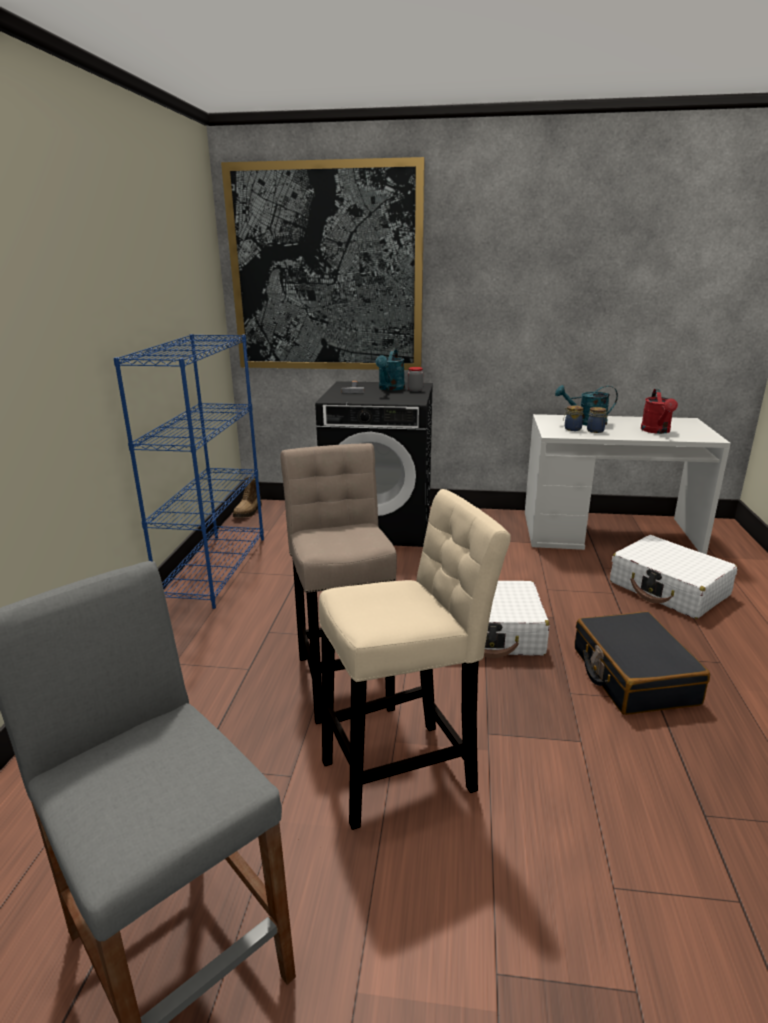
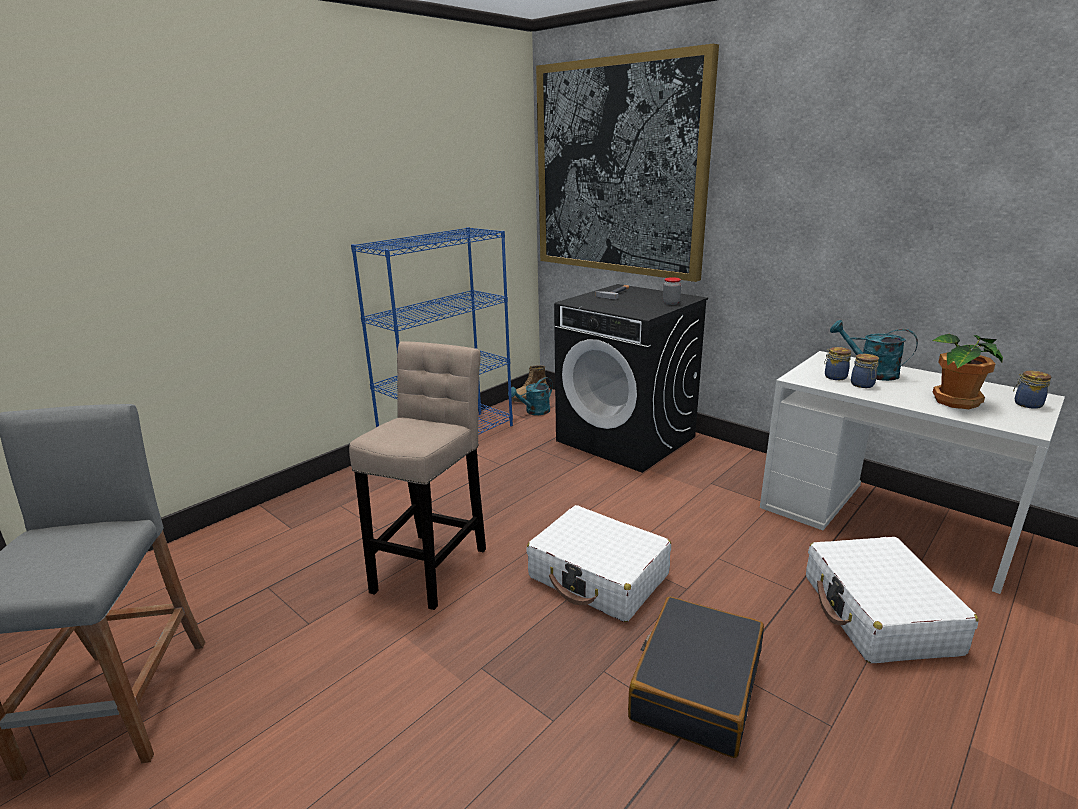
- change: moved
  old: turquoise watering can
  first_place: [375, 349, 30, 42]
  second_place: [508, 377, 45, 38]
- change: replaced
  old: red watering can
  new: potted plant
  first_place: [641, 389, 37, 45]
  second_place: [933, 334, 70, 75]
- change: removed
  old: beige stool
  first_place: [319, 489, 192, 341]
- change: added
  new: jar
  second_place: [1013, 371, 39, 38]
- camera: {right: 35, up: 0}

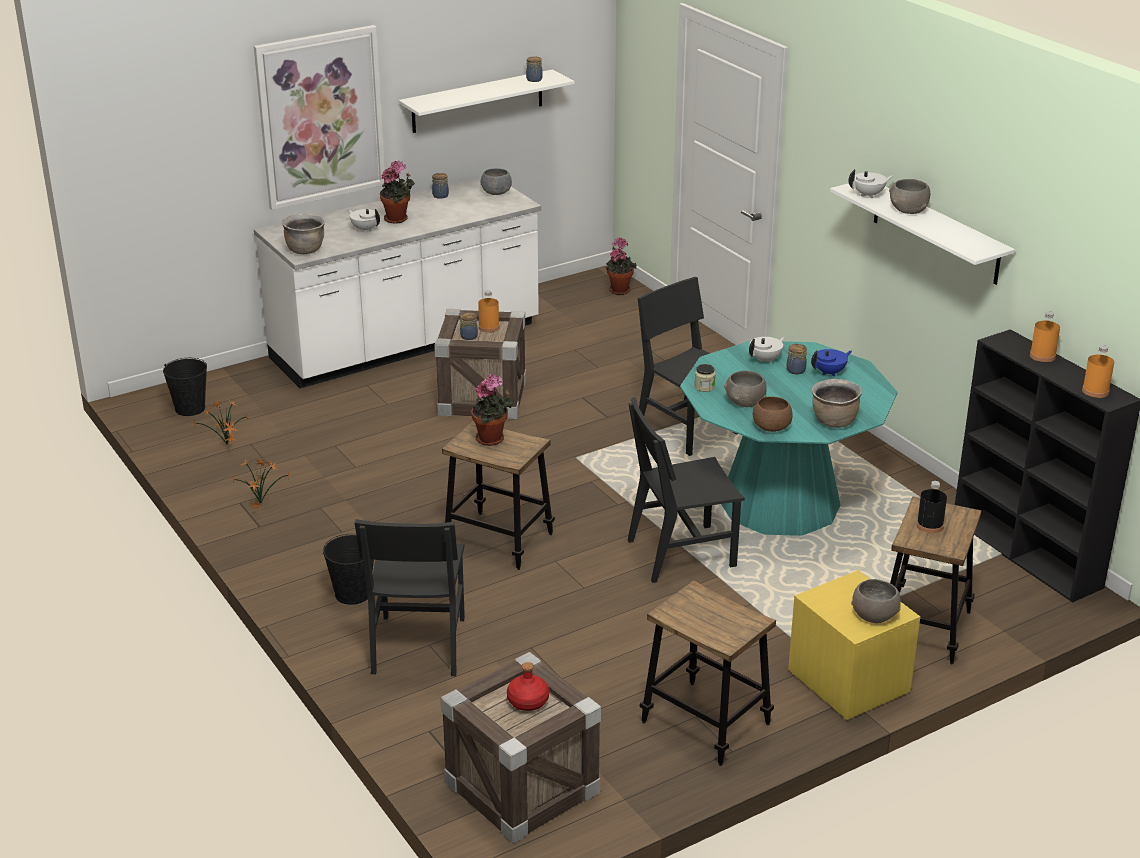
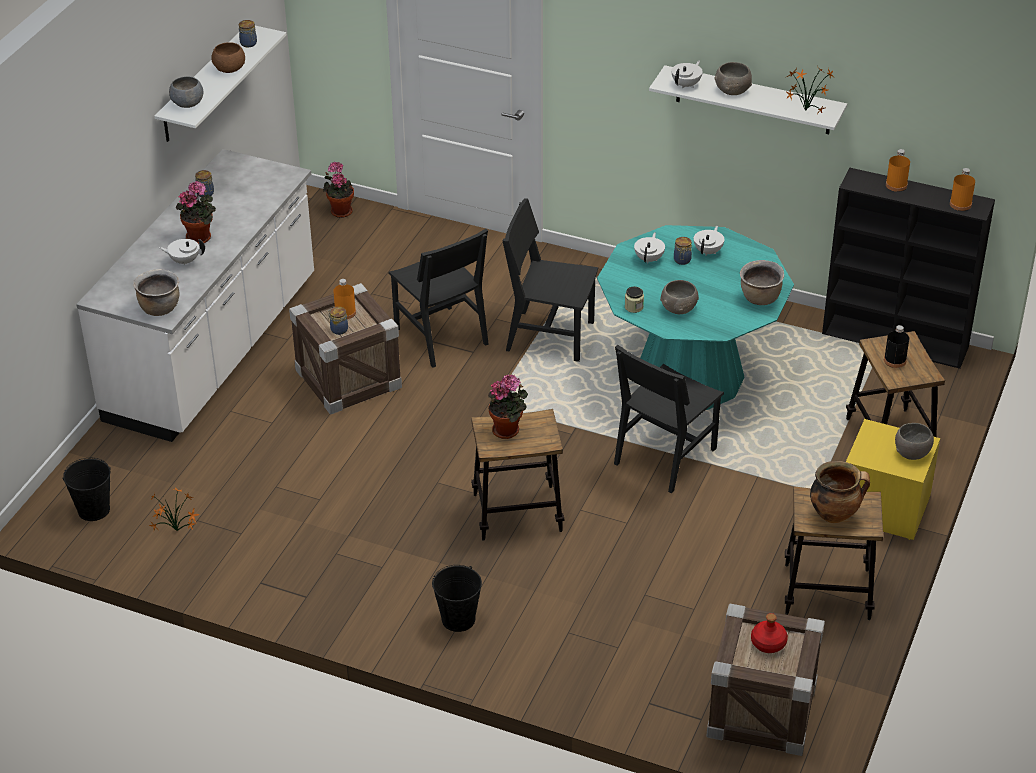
- change: removed
  old: picture
  first_place: [254, 25, 131, 185]
- change: moved
  old: grey bowl
  first_place: [481, 168, 31, 27]
  second_place: [169, 76, 35, 32]
- change: recoloured
  old: blue teapot
  new: white teapot
  first_place: [811, 349, 41, 28]
  second_place: [694, 226, 30, 30]
- change: moved
  old: brown bowl
  first_place: [753, 397, 40, 35]
  second_place: [211, 42, 34, 31]
- change: moved
  old: potted plant
  first_place: [232, 458, 59, 51]
  second_place: [785, 65, 49, 49]
- change: moved
  old: black chair
  first_place: [355, 519, 110, 157]
  second_place: [388, 229, 101, 139]
- change: added
  new: cooking pot
  second_place: [810, 461, 60, 62]
- camera: {right: -35, up: 10}

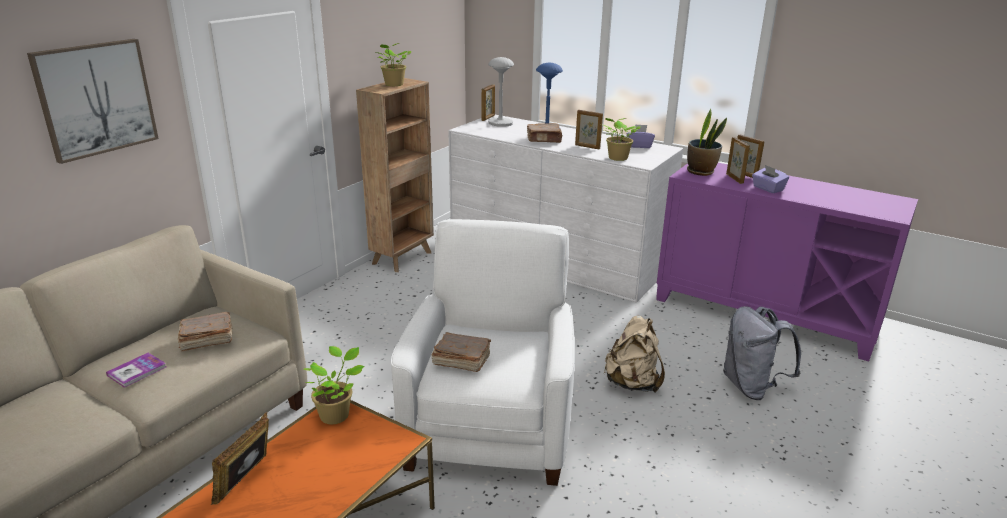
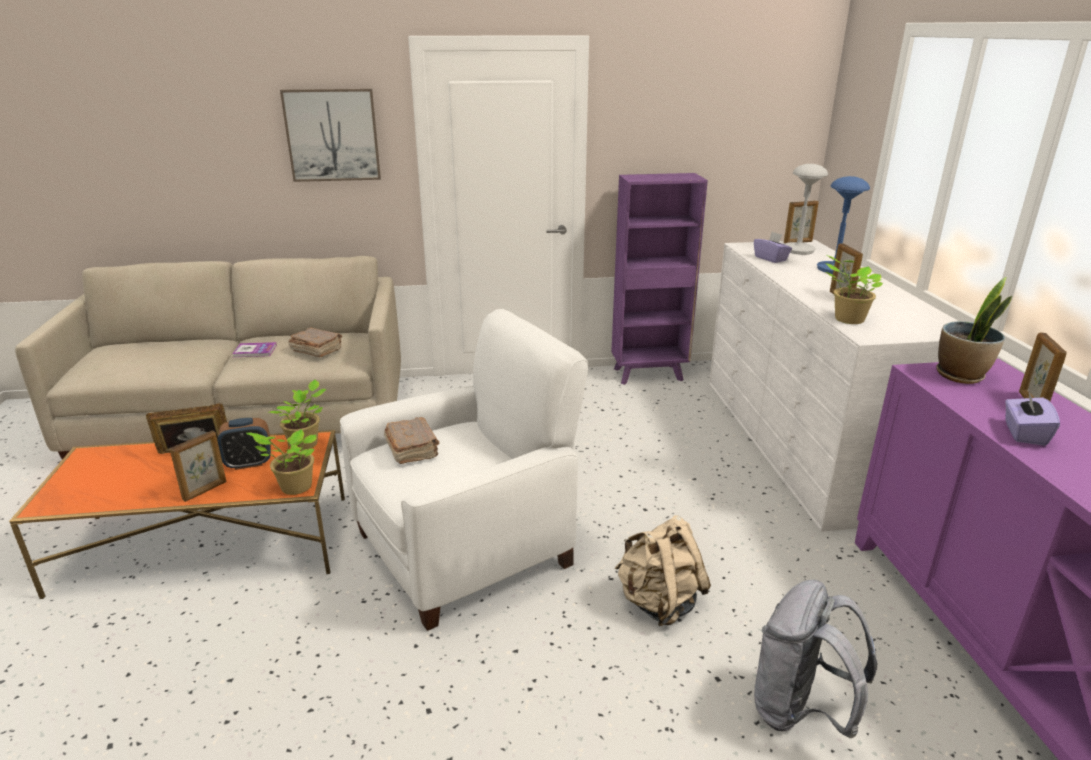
- change: moved
  old: potted plant
  first_place: [376, 43, 35, 43]
  second_place: [246, 429, 71, 66]
- change: recoloured
  old: brown bookcase
  new: purple bookcase
  first_place: [356, 78, 78, 194]
  second_place: [611, 173, 97, 212]
- change: removed
  old: brown book
  first_place: [527, 123, 35, 20]
- change: moved
  old: purple tissue box
  first_place: [626, 124, 29, 24]
  second_place: [754, 232, 38, 31]
- change: moved
  old: picture frame
  first_place: [726, 137, 24, 47]
  second_place: [170, 430, 57, 72]
- change: added
  new: alarm clock
  second_place: [217, 418, 54, 52]
- camera: {right: 50, up: 0}

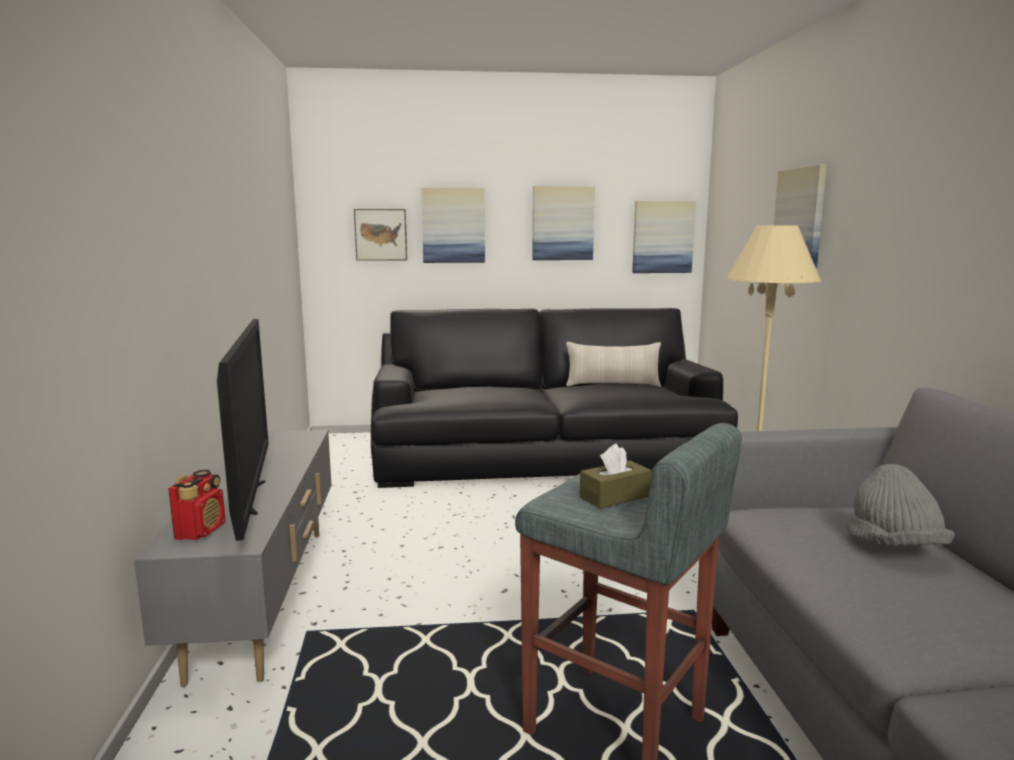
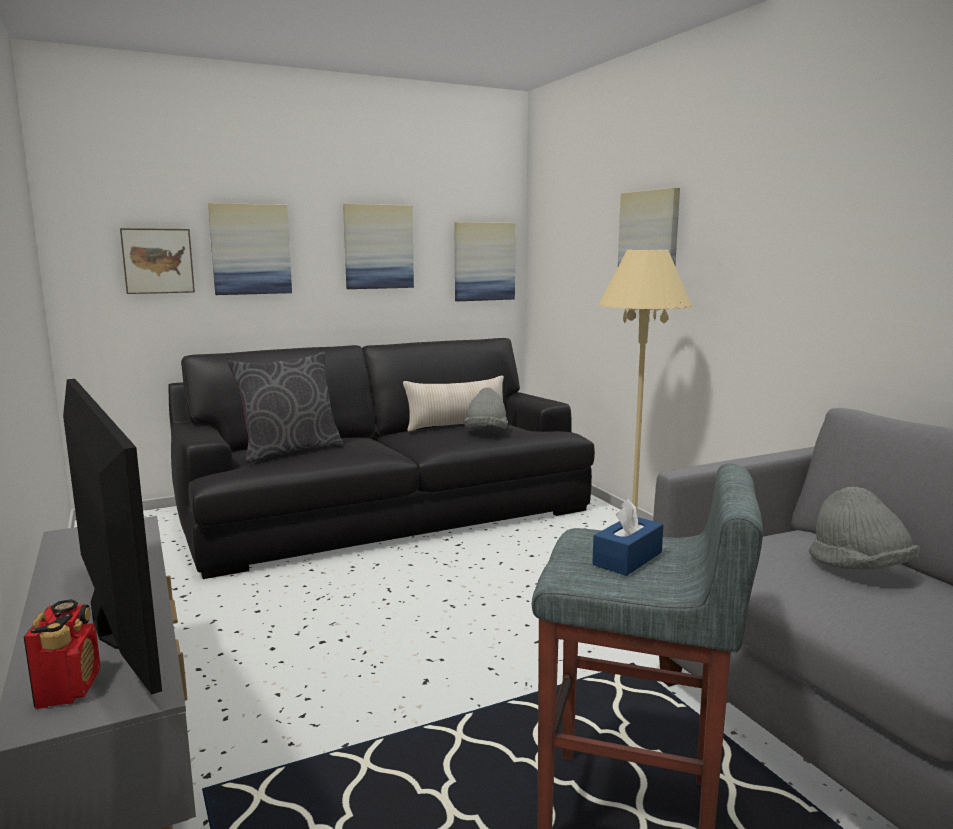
- change: recoloured
  old: brown tissue box
  new: blue tissue box
  first_place: [580, 444, 72, 65]
  second_place: [592, 499, 71, 77]
- change: added
  new: grey pillow
  second_place: [228, 351, 115, 112]
- change: added
  new: grey hat
  second_place: [464, 387, 43, 42]
- camera: {right: -20, up: 0}

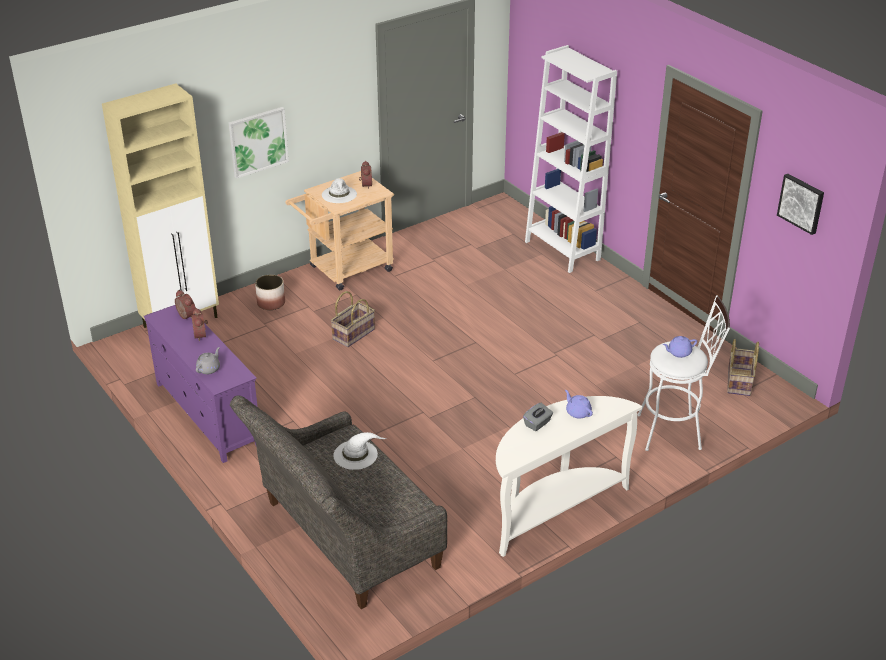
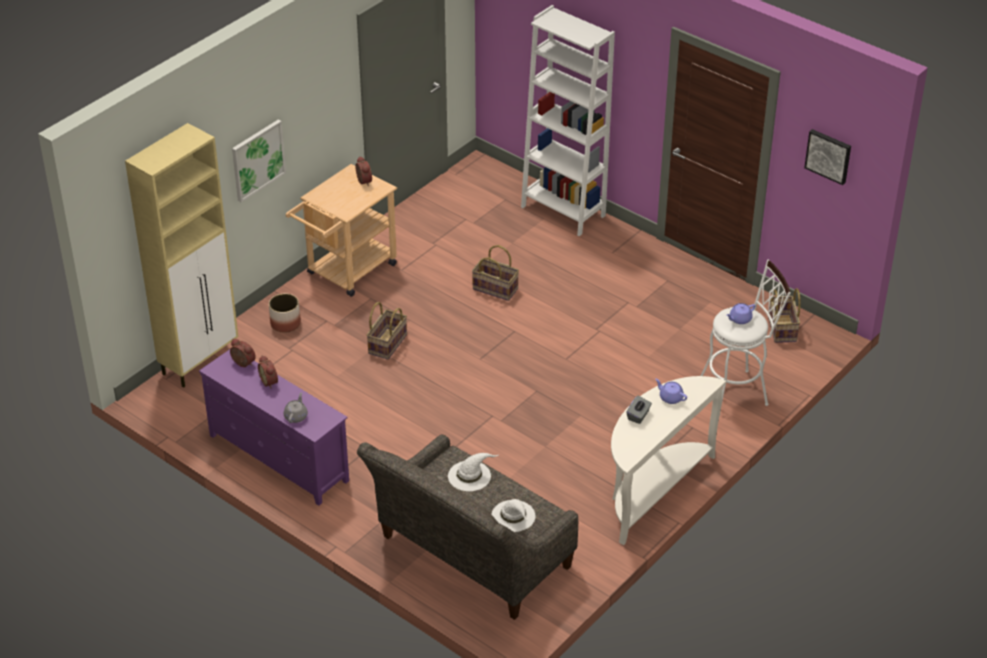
- change: moved
  old: white hat
  first_place: [322, 178, 35, 25]
  second_place: [491, 499, 45, 33]
- change: added
  new: basket
  second_place: [472, 245, 47, 56]
- camera: {right: -15, up: 5}

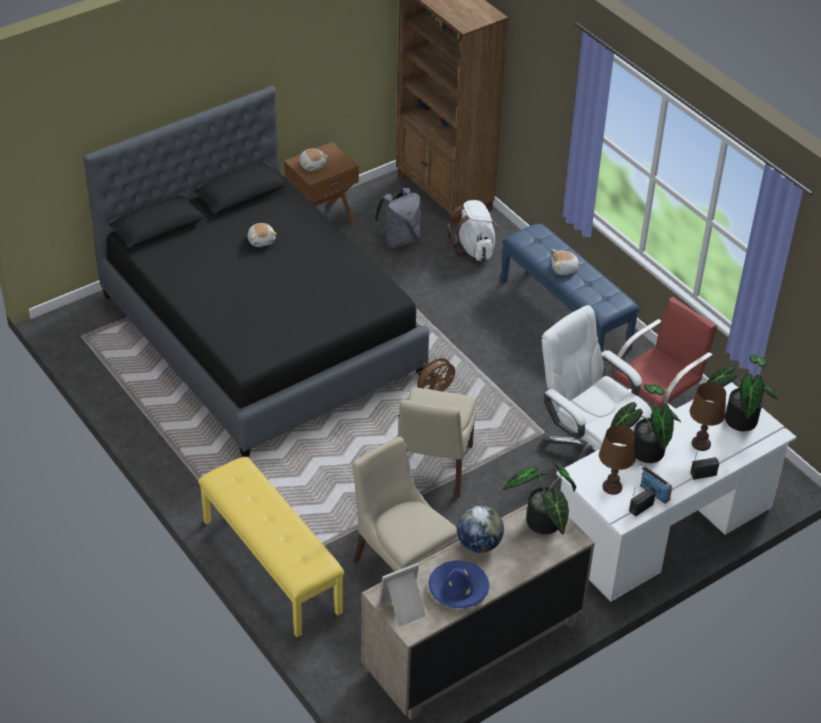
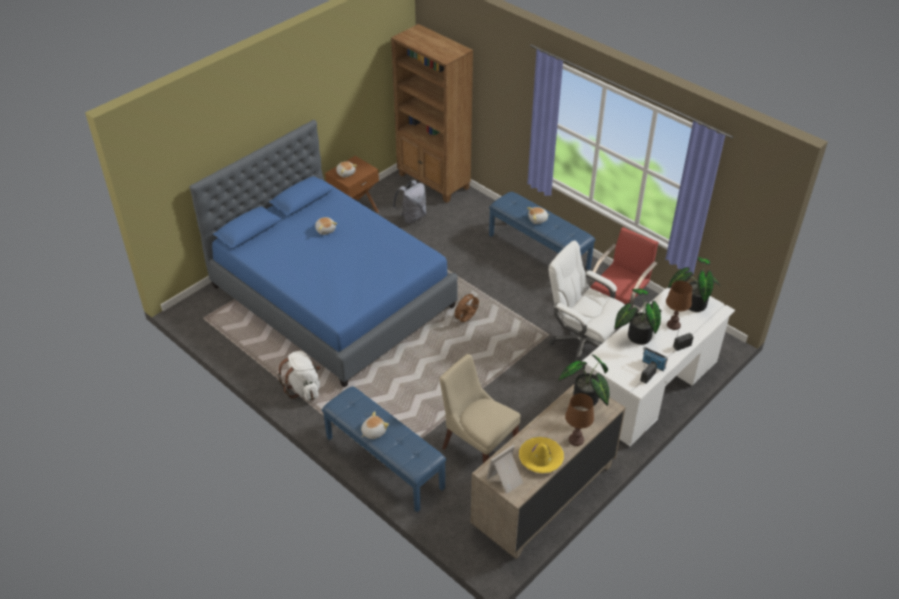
- change: recoloured
  old: black bed
  new: blue bed
  first_place: [83, 86, 346, 371]
  second_place: [190, 120, 267, 268]
- change: moved
  old: white backpack
  first_place: [447, 200, 51, 61]
  second_place: [278, 351, 42, 50]
- change: removed
  old: beige chair
  first_place: [398, 387, 79, 111]
- change: moved
  old: brown table lamp
  first_place: [599, 425, 37, 70]
  second_place: [565, 393, 29, 53]
- change: recoloured
  old: yellow bench
  new: blue bench
  first_place: [198, 457, 146, 180]
  second_place: [322, 386, 124, 126]
- change: removed
  old: globe
  first_place: [457, 505, 47, 48]
- change: recoloured
  old: blue hat
  new: yellow hat
  first_place: [428, 560, 62, 49]
  second_place: [519, 437, 45, 36]
- change: added
  new: plush toy
  second_place: [361, 411, 28, 28]
- camera: {right: -10, up: 0}

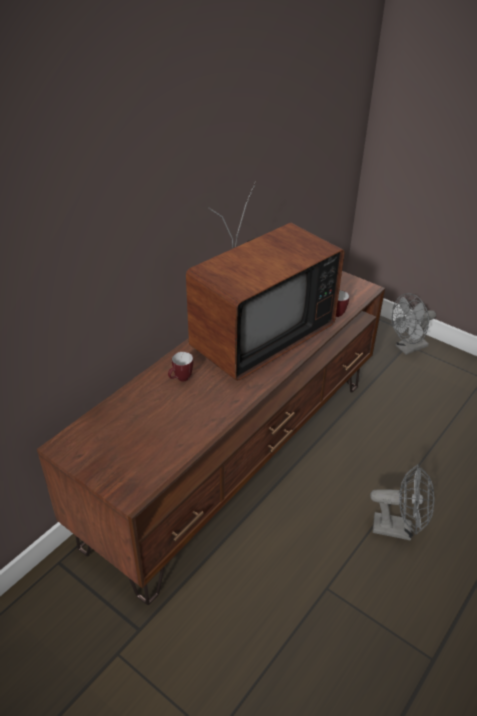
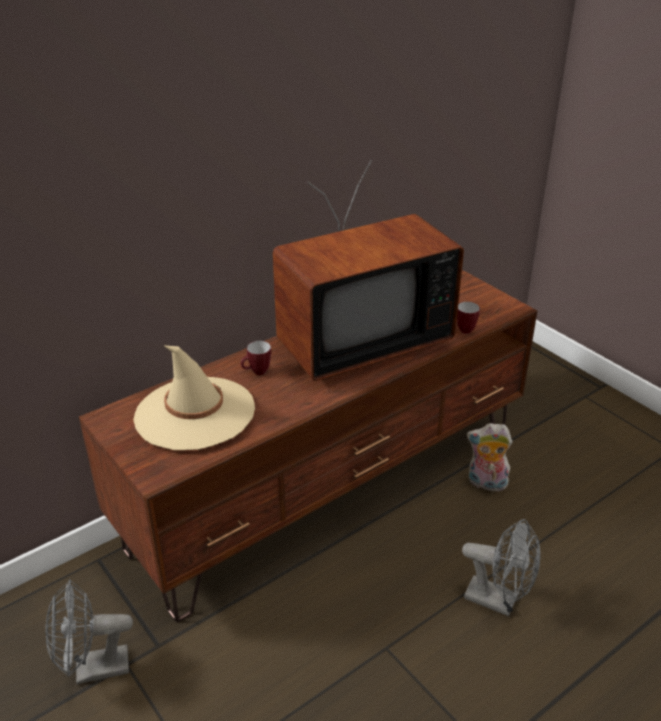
- change: moved
  old: grey fan
  first_place: [391, 293, 45, 62]
  second_place: [45, 579, 88, 105]
- change: added
  new: beige hat
  second_place: [133, 345, 122, 105]
- change: added
  new: plush toy
  second_place: [467, 423, 45, 68]
- camera: {right: 15, up: -5}

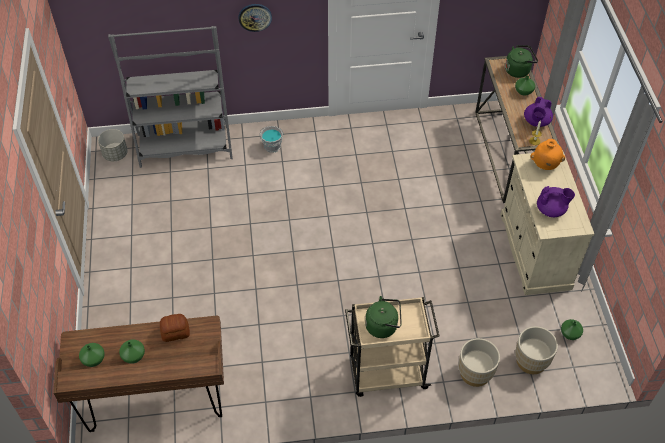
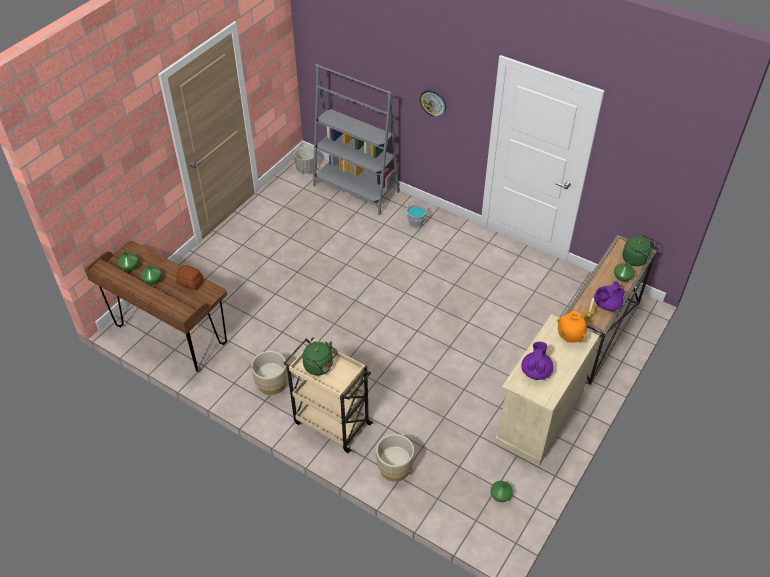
- change: turned
  old: purple teapot
  first_place: [537, 186, 38, 31]
  second_place: [521, 342, 33, 38]
  degrees: -120
- change: moved
  old: beige planter
  first_place: [515, 326, 43, 48]
  second_place: [251, 351, 36, 44]
- camera: {right: 40, up: -5}

